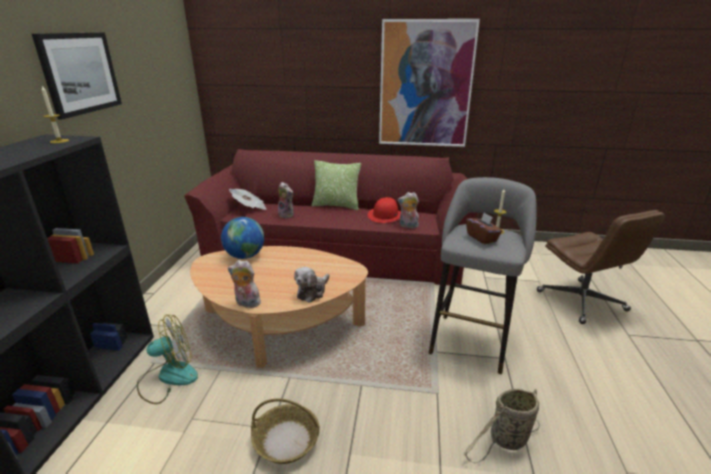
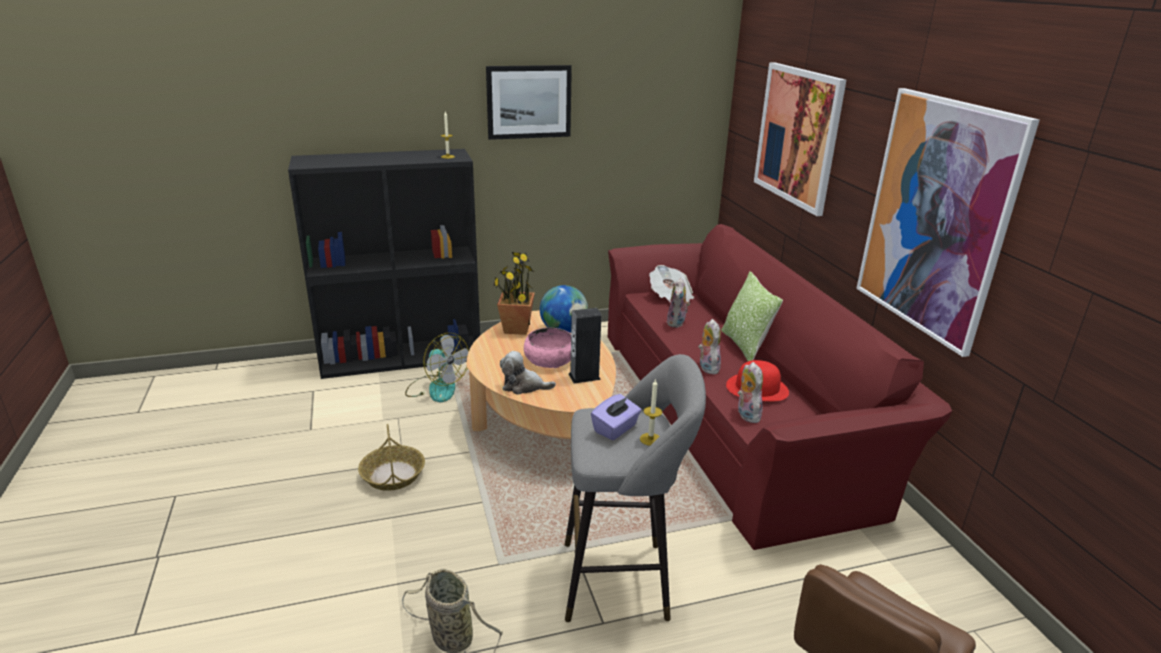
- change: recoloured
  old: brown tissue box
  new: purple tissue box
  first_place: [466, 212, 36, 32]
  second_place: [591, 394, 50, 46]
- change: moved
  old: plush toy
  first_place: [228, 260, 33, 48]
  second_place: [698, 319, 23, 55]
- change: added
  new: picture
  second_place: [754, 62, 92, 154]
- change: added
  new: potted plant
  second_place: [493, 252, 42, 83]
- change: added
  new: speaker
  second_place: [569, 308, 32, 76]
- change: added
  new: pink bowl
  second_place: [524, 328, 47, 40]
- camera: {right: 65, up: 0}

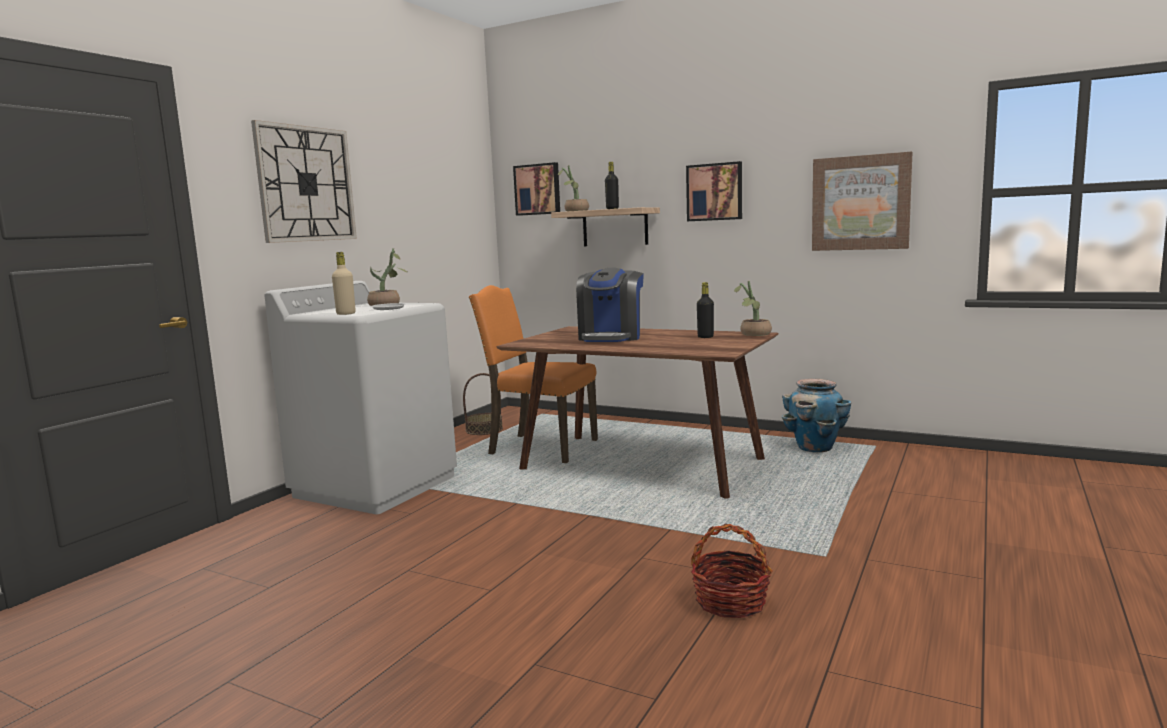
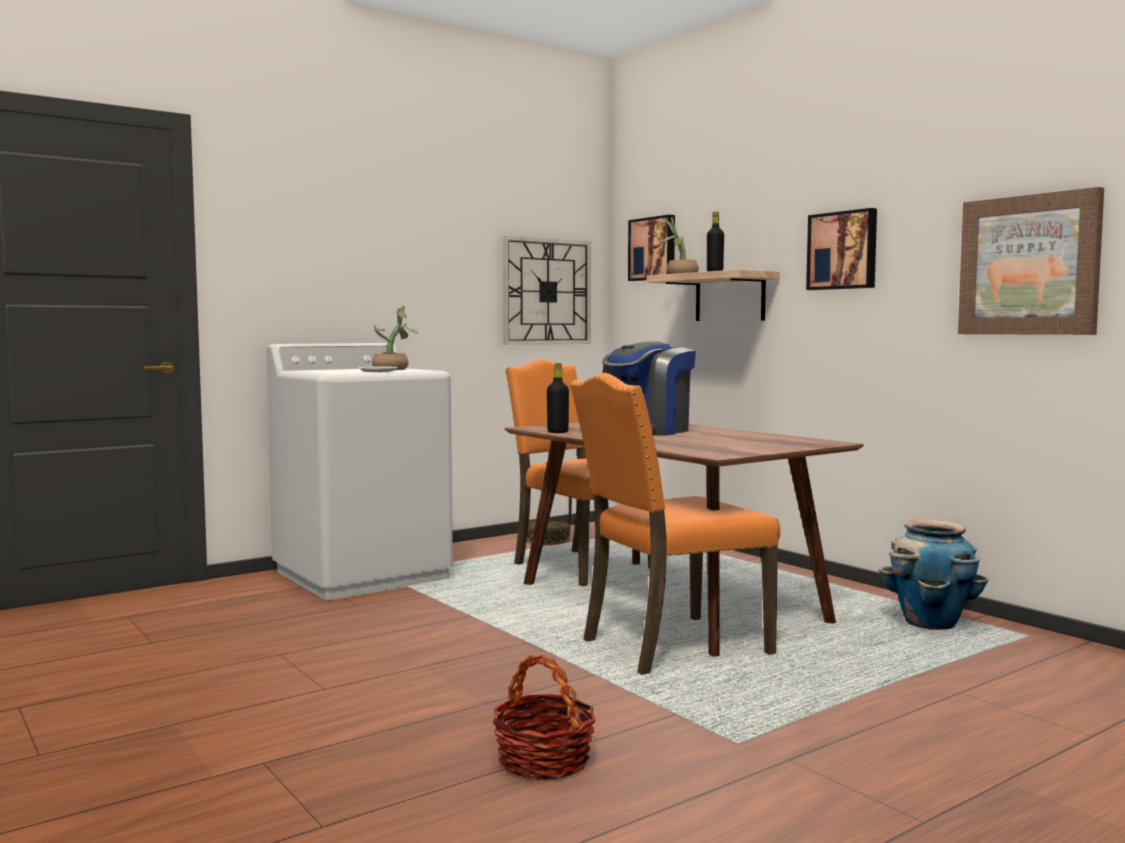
- change: moved
  old: wall clock
  first_place: [251, 120, 106, 123]
  second_place: [503, 236, 88, 109]
- change: removed
  old: beige bottle
  first_place: [332, 252, 24, 63]
- change: removed
  old: potted plant
  first_place: [734, 281, 38, 55]
- change: moved
  old: black bottle
  first_place: [697, 282, 17, 56]
  second_place: [547, 363, 22, 70]
- change: added
  new: orange chair
  second_place: [569, 373, 212, 302]
- camera: {right: 25, up: -5}

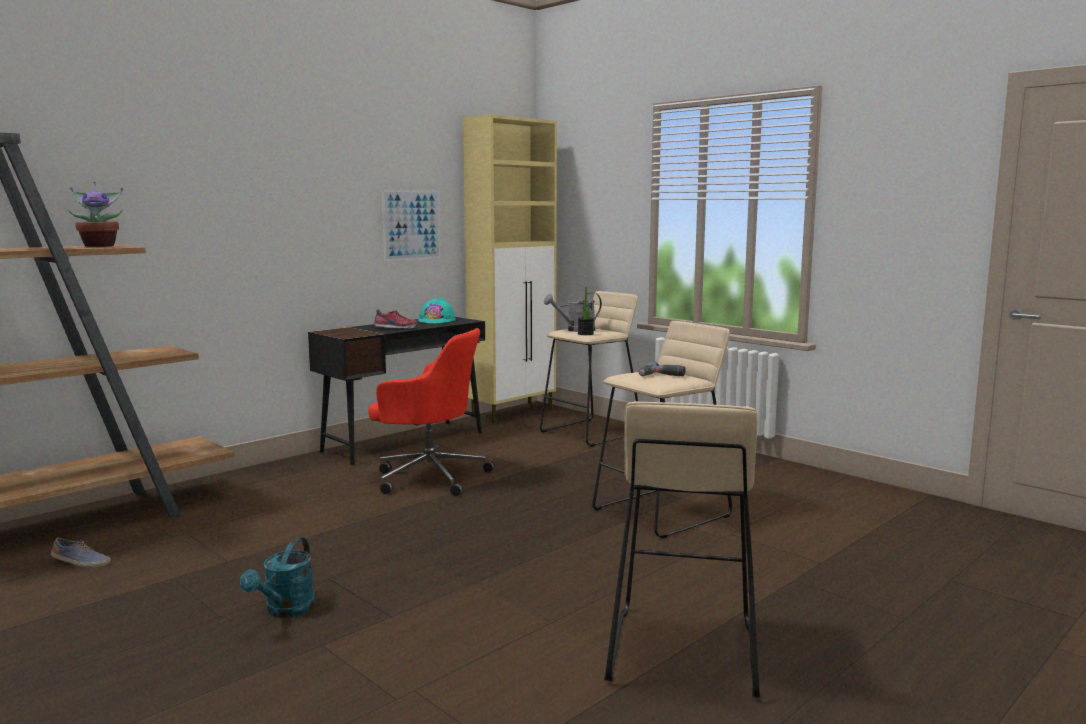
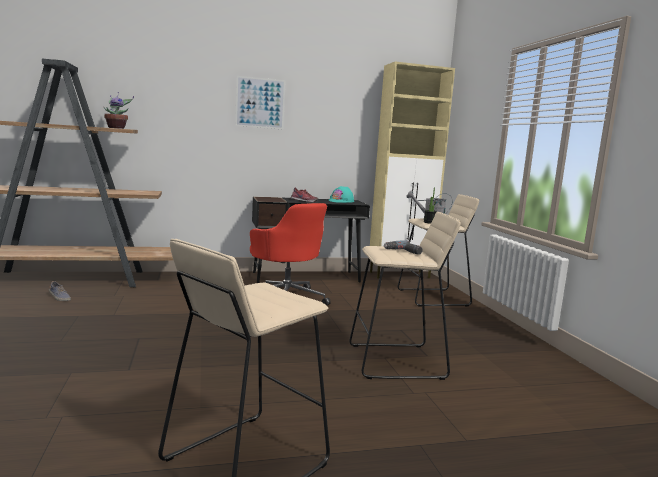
- change: moved
  old: picture
  first_place: [382, 190, 59, 72]
  second_place: [235, 76, 51, 53]
- change: removed
  old: turquoise watering can
  first_place: [240, 537, 75, 81]
- camera: {right: 30, up: 0}

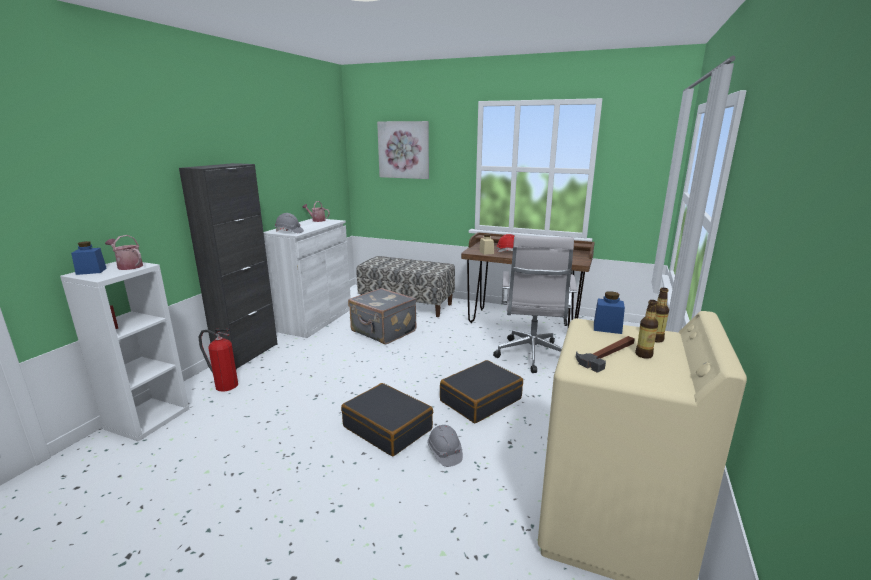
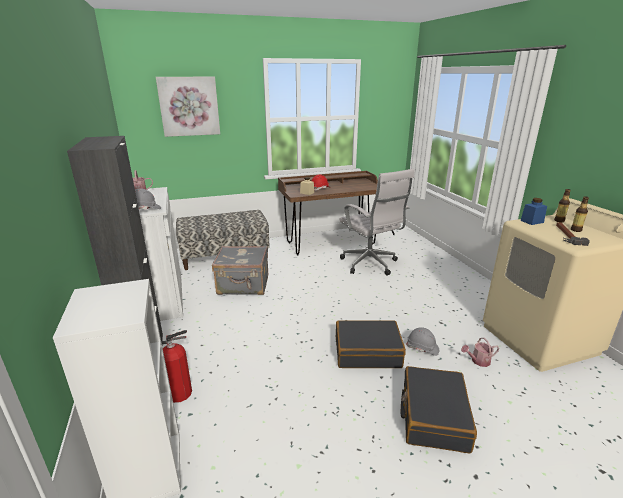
- change: moved
  old: watering can
  first_place: [105, 235, 38, 35]
  second_place: [461, 338, 38, 29]
- change: removed
  old: blue jar
  first_place: [71, 241, 36, 34]
- change: moved
  old: black suitcase
  first_place: [440, 360, 83, 63]
  second_place: [401, 366, 76, 87]
- camera: {right: -40, up: 5}

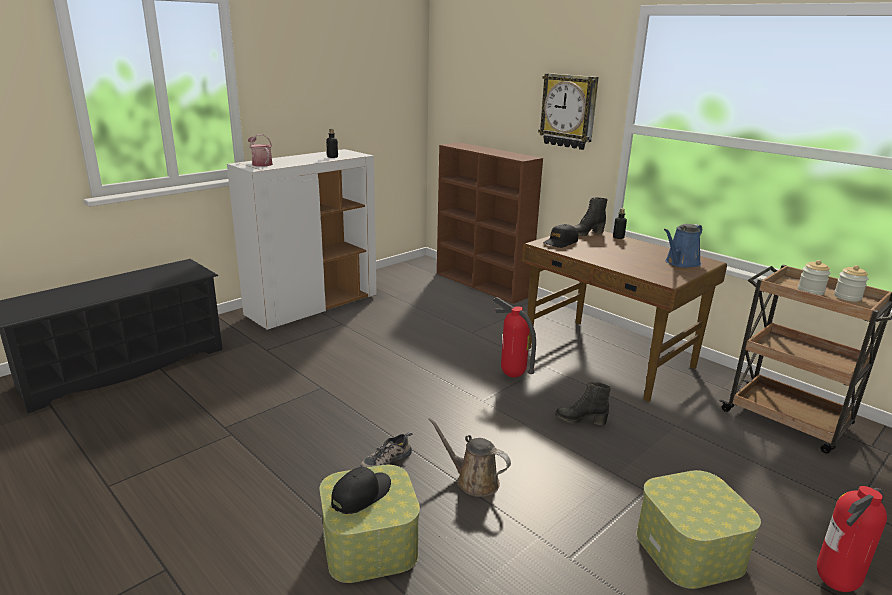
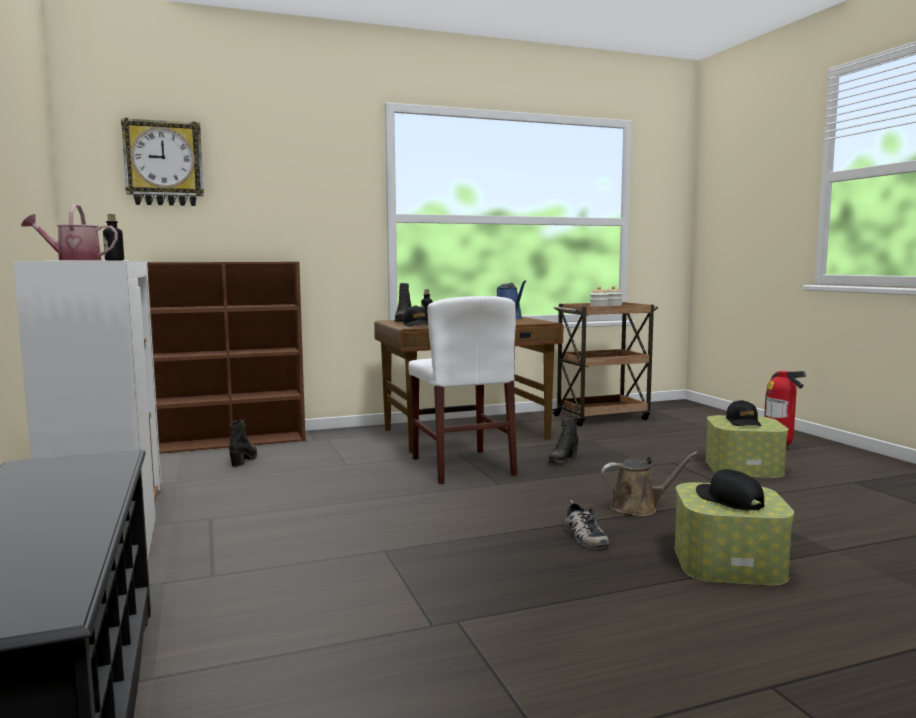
- change: moved
  old: wall clock
  first_place: [538, 73, 61, 77]
  second_place: [121, 118, 83, 88]
- change: replaced
  old: fire extinguisher
  new: white chair
  first_place: [493, 297, 43, 81]
  second_place: [408, 296, 109, 188]
- change: turned
  old: brown watering can
  first_place: [428, 417, 83, 80]
  second_place: [601, 452, 97, 64]
  degrees: -150
- change: added
  new: black cap
  second_place: [726, 400, 35, 26]
- change: added
  new: black boot
  second_place: [229, 419, 28, 48]
- camera: {right: -65, up: -15}

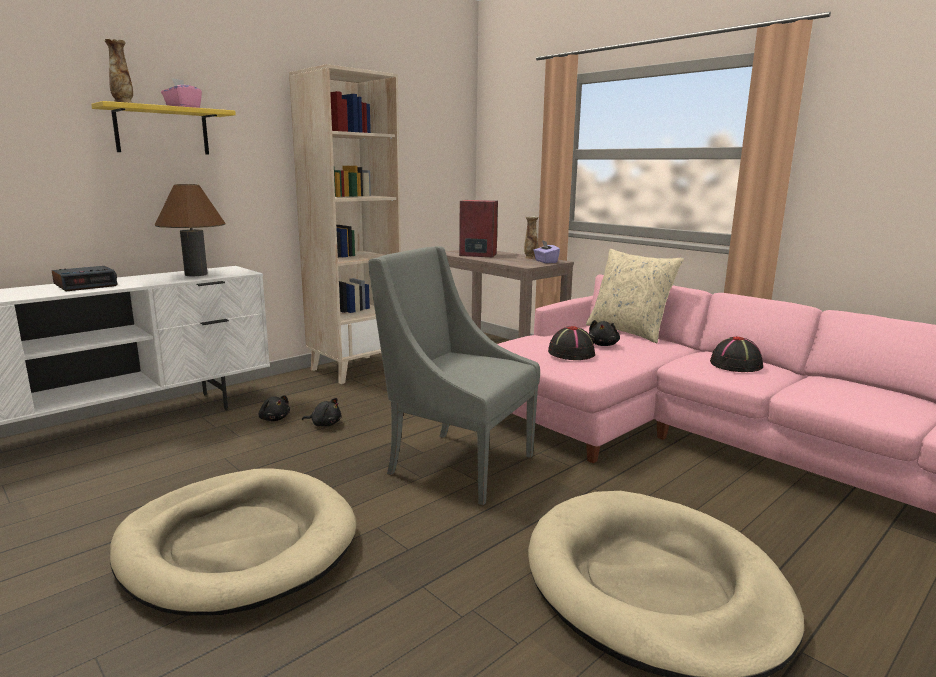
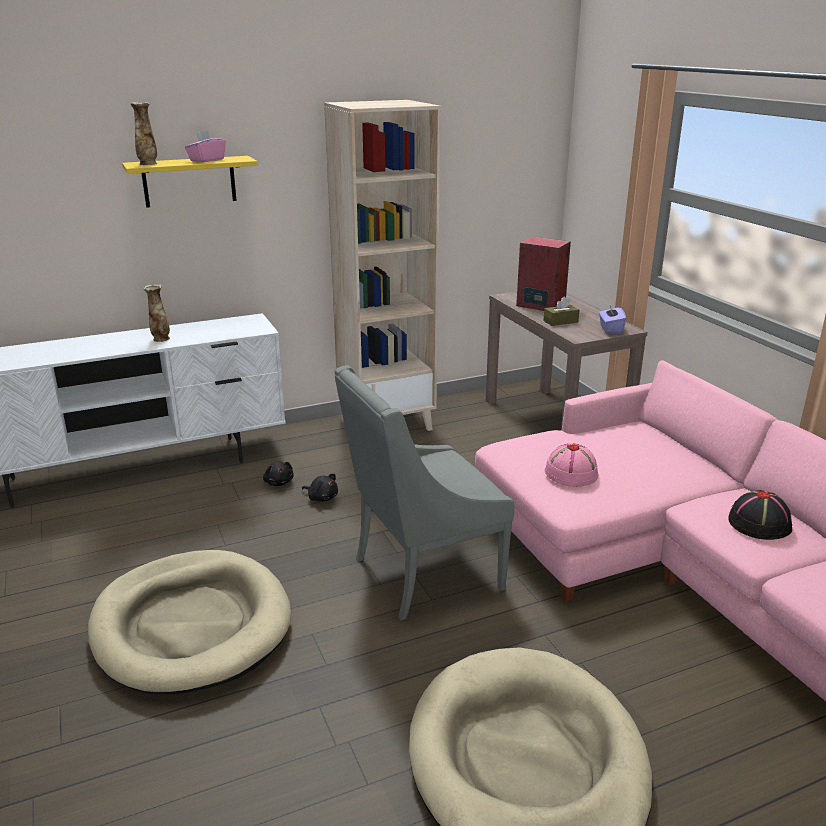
- change: removed
  old: brown table lamp
  first_place: [155, 184, 71, 92]
- change: moved
  old: vase
  first_place: [524, 216, 15, 43]
  second_place: [143, 284, 27, 58]
- change: turned
  old: grey armchair
  first_place: [368, 246, 172, 259]
  second_place: [335, 365, 180, 255]
  degrees: -75
- change: removed
  old: beige pillow
  first_place: [586, 249, 98, 94]
- change: removed
  old: alarm clock
  first_place: [52, 266, 66, 25]
- change: removed
  old: black plush toy
  first_place: [589, 320, 31, 26]
- change: recoloured
  old: black hat
  new: pink hat
  first_place: [548, 326, 47, 34]
  second_place: [545, 443, 54, 44]
- change: added
  new: brown tissue box
  second_place: [543, 297, 36, 29]
- camera: {right: 20, up: 10}

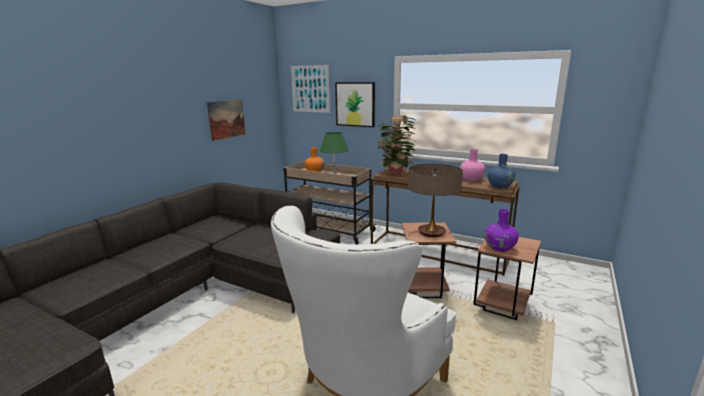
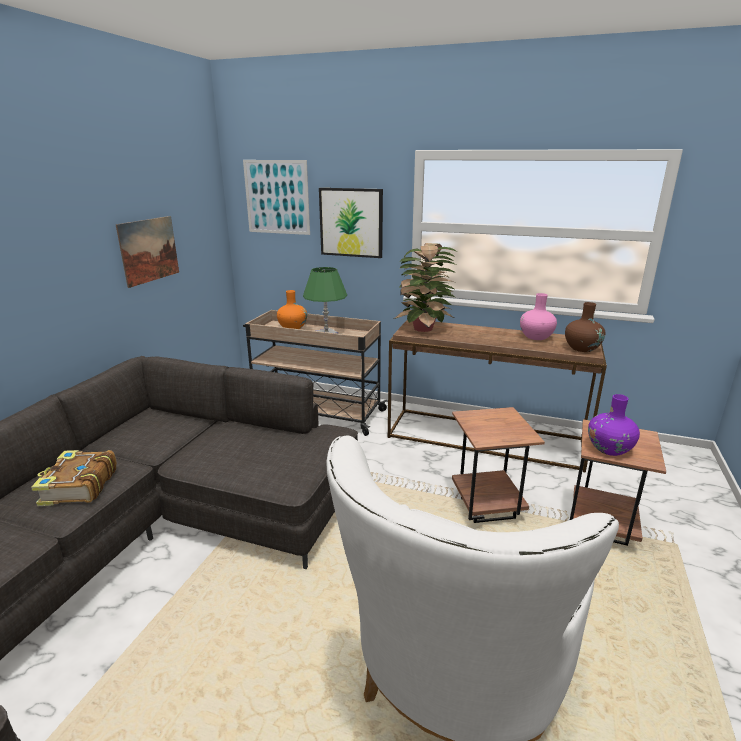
- change: recoloured
  old: blue vase
  new: brown vase
  first_place: [488, 154, 28, 34]
  second_place: [565, 302, 40, 50]
- change: removed
  old: table lamp
  first_place: [408, 164, 55, 73]
- change: added
  new: book
  second_place: [31, 450, 86, 56]
- camera: {right: -10, up: 5}

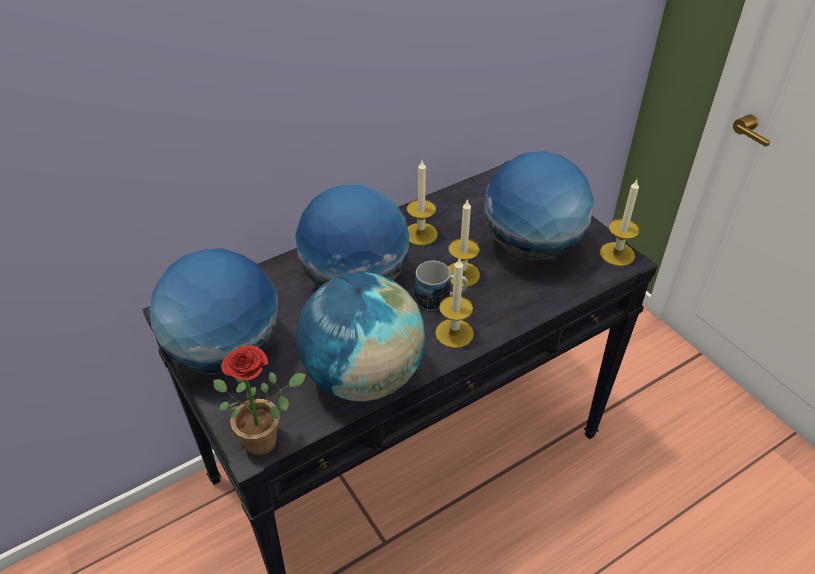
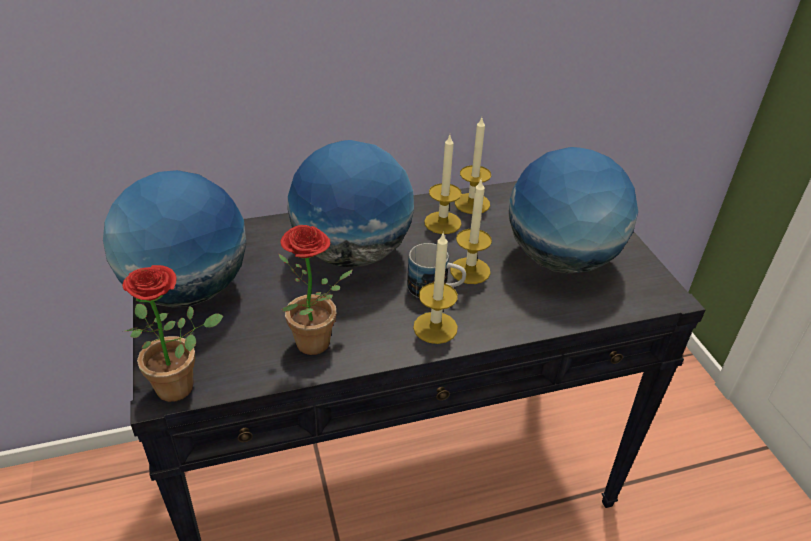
- change: moved
  old: candle
  first_place: [600, 180, 40, 86]
  second_place: [455, 118, 36, 96]
- change: replaced
  old: globe
  new: potted plant
  first_place: [296, 272, 129, 129]
  second_place: [279, 225, 73, 130]
- camera: {right: 15, up: -5}

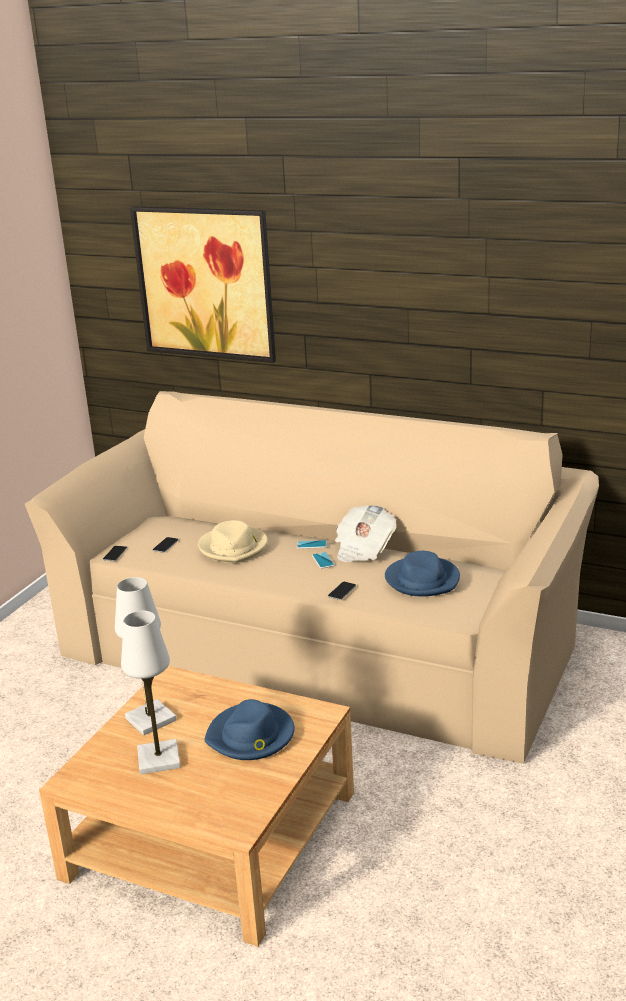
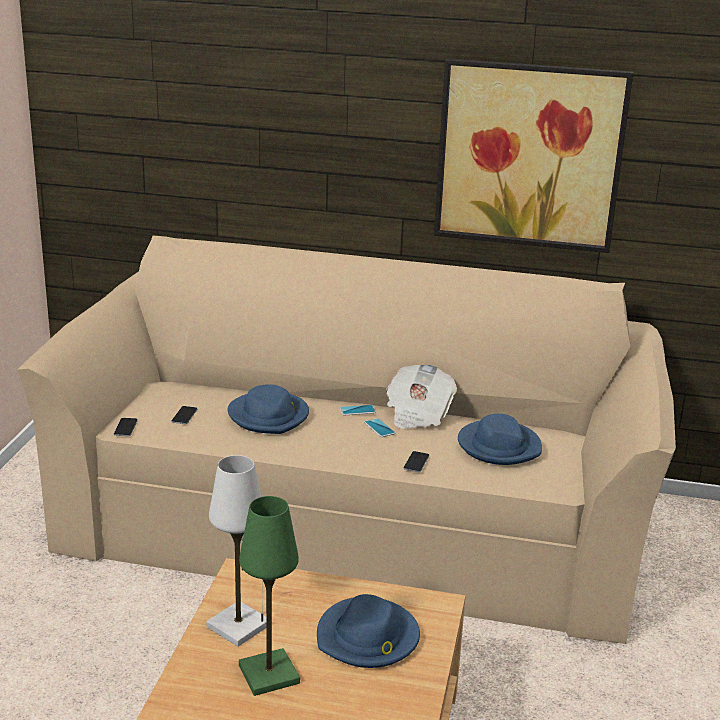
- change: moved
  old: picture
  first_place: [130, 206, 146, 157]
  second_place: [434, 58, 199, 195]
- change: recoloured
  old: beige hat
  new: blue hat
  first_place: [198, 520, 70, 43]
  second_place: [227, 384, 82, 50]
- change: recoloured
  old: white table lamp
  new: green table lamp
  first_place: [121, 611, 59, 164]
  second_place: [239, 496, 61, 200]
- camera: {right: -15, up: 0}

